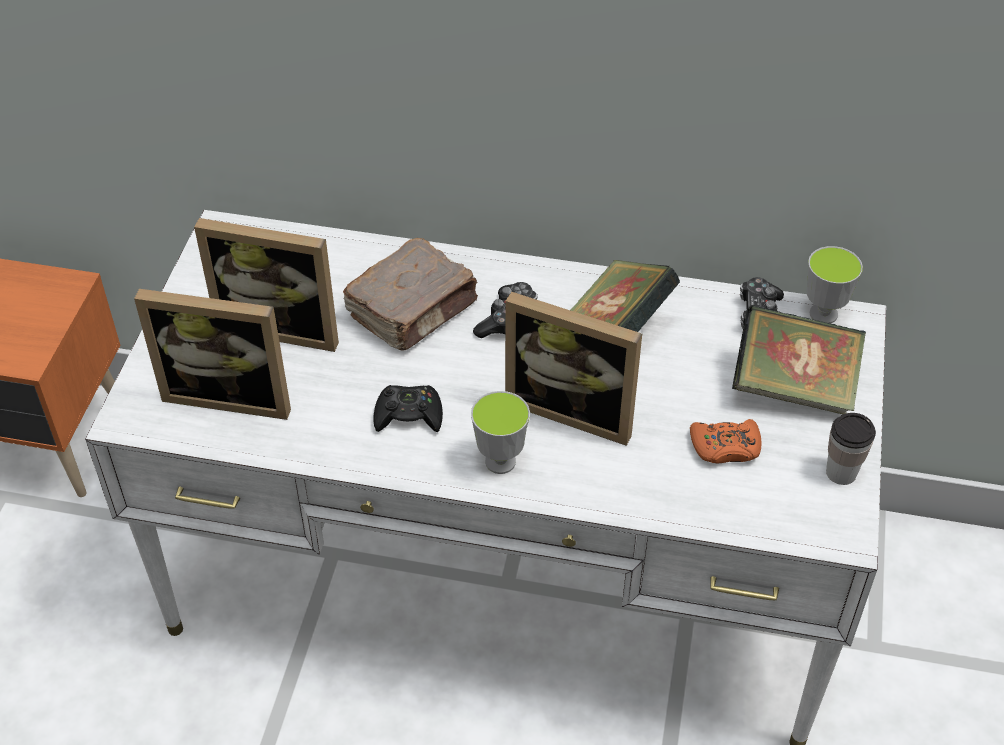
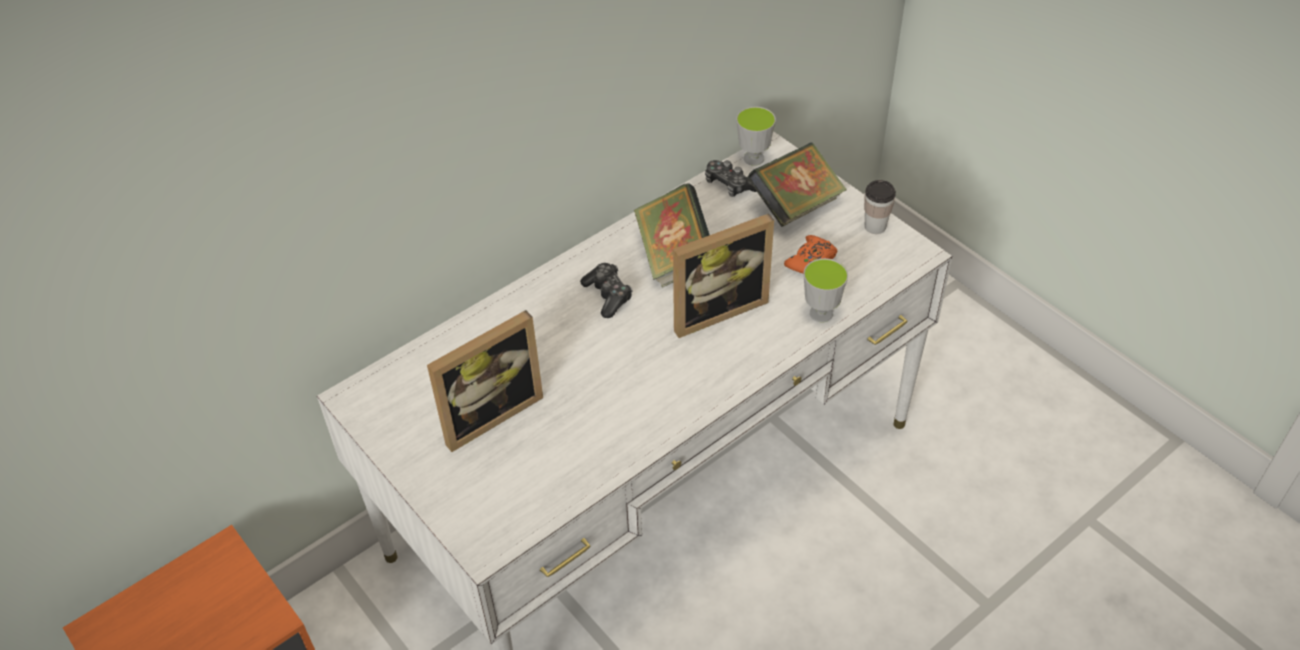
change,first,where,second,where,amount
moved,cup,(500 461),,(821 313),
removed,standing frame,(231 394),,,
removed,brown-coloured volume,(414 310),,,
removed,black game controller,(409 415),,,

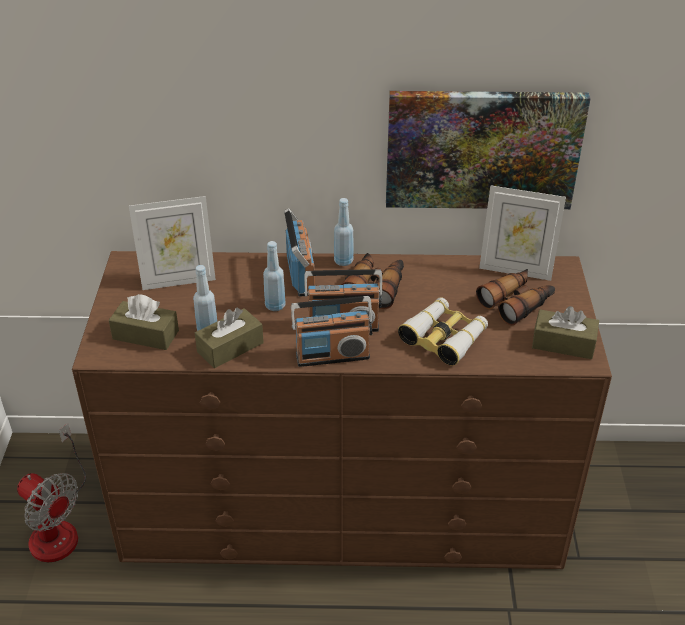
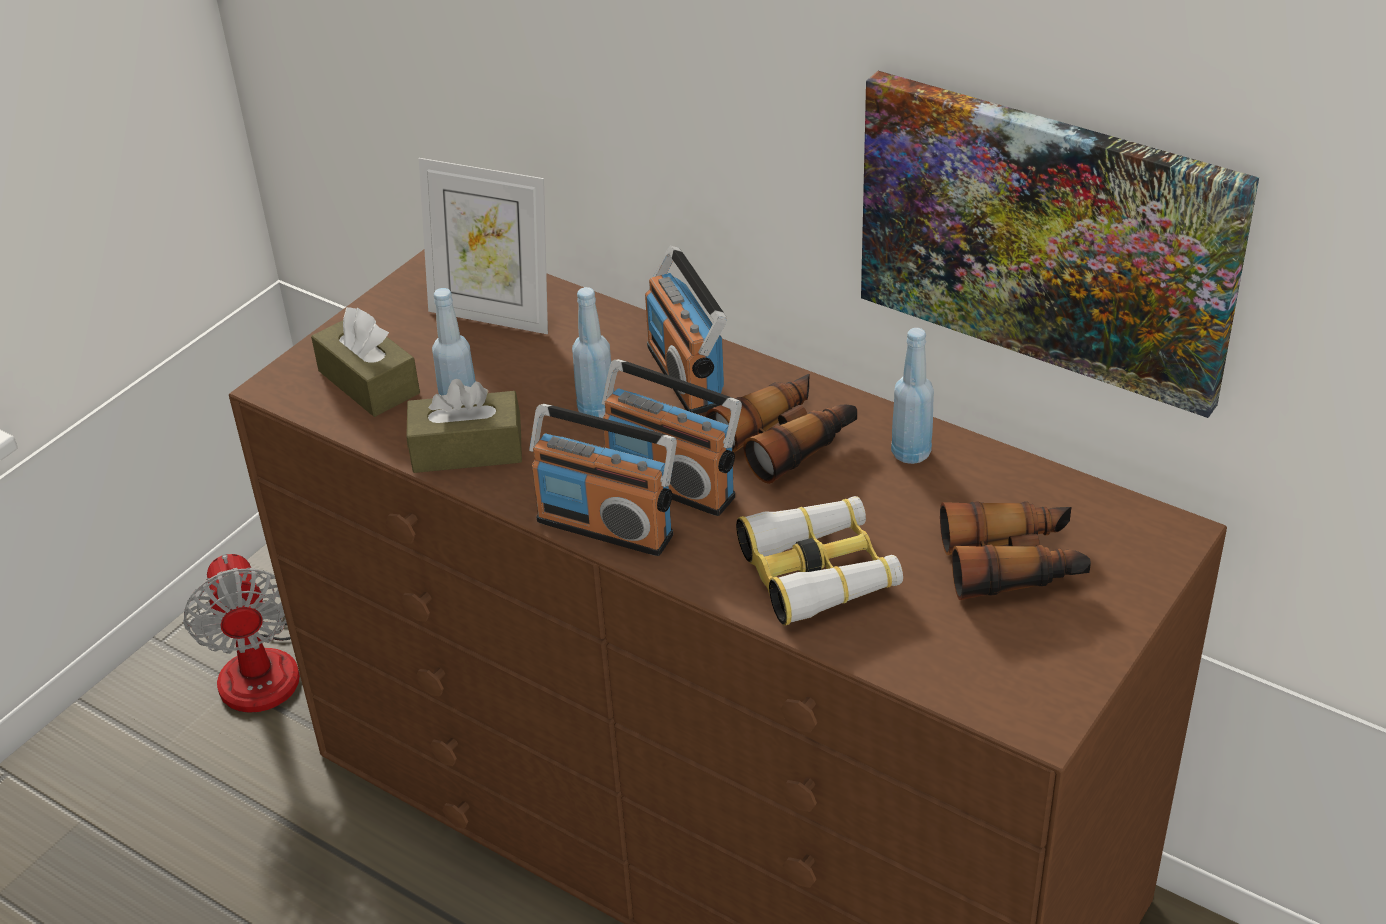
change,first,where,second,where,amount
turned,radio,(301 275),,(685 376),135 degrees clockwise
moved,blue drink bottle,(343 261),,(911 453),
removed,standing frame,(516 270),,,
removed,brown-coloured box of tissues,(563 343),,,

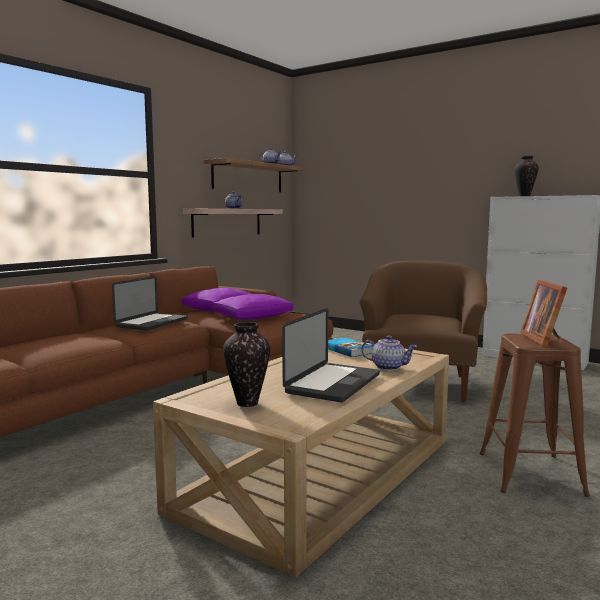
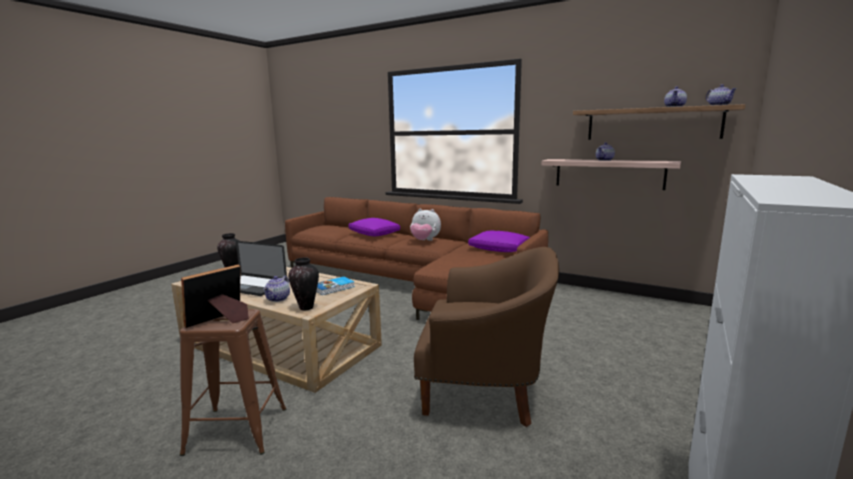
change,first,where,second,where,amount
turned,standing frame,(544 339),,(220 321),45 degrees counterclockwise
moved,decorative vase,(524 196),,(306 308),
moved,purple throw pillow,(253 317),,(374 234),
replaced,portable computer,(152 323),soft toy,(425 241),

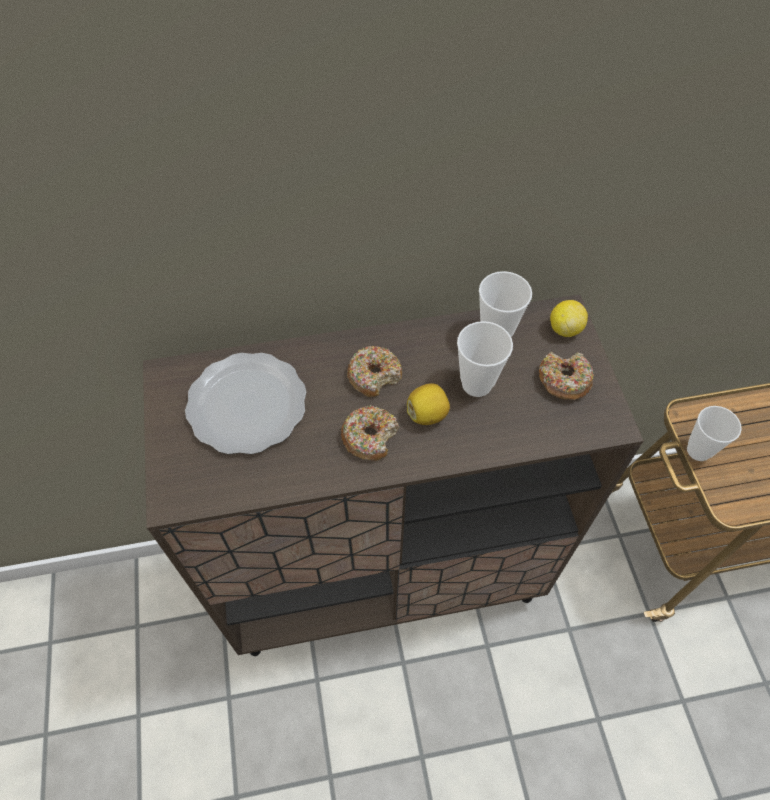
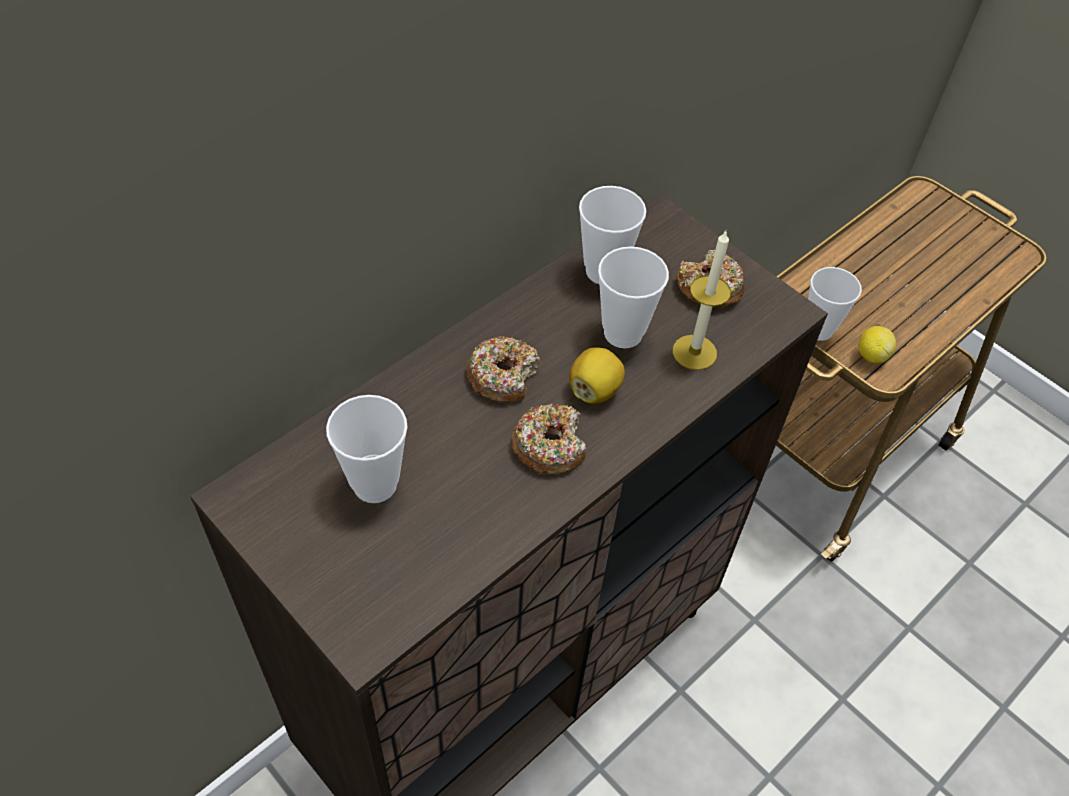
change,first,where,second,where,amount
replaced,plate,(246 407),cup,(375 484),
added,,,candle,(694 352),
moved,lemon,(564 329),,(871 355),

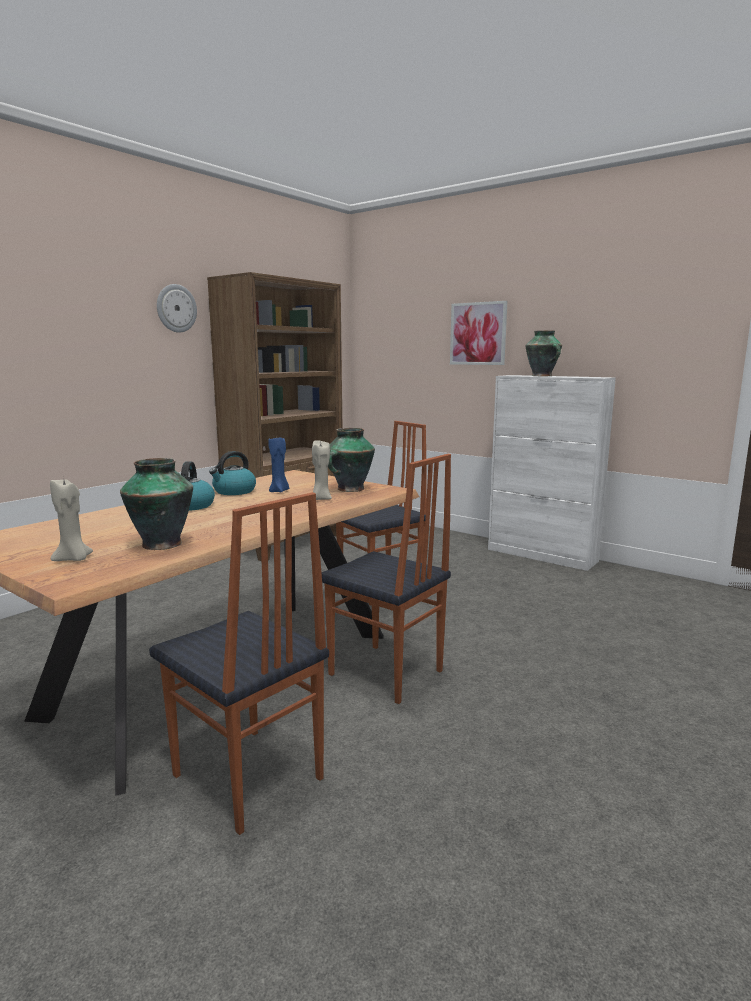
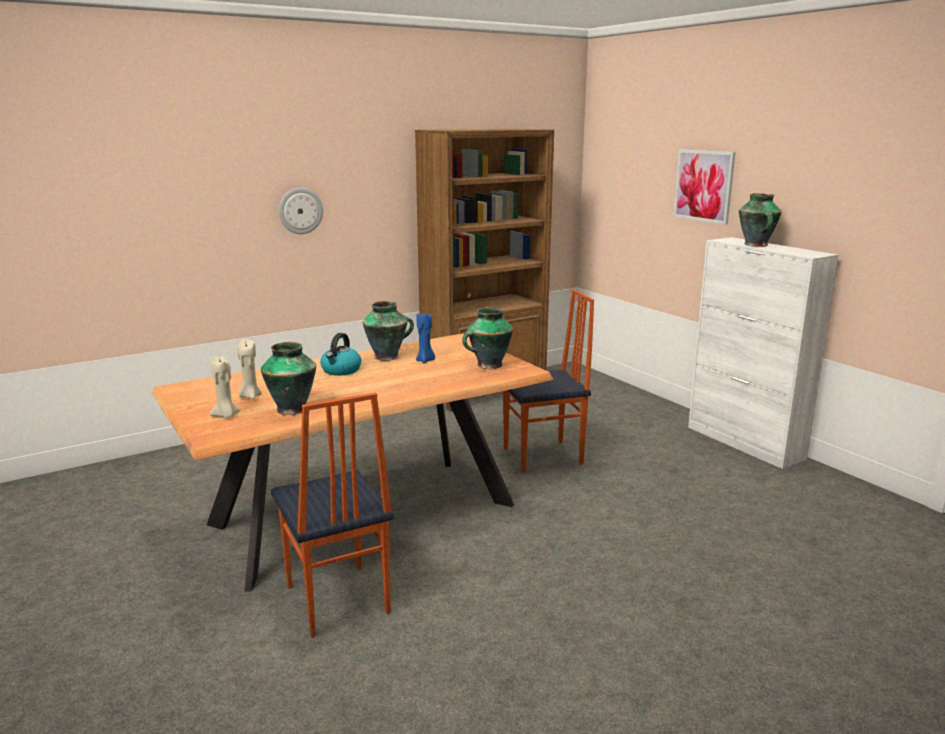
change,first,where,second,where,amount
moved,beige-coloured candle,(321 499),,(250 396),
moved,clock on the wall,(176 308),,(300 210),
replaced,kettle,(234 491),decorative vase,(387 357),
removed,upright chair,(385 674),,,

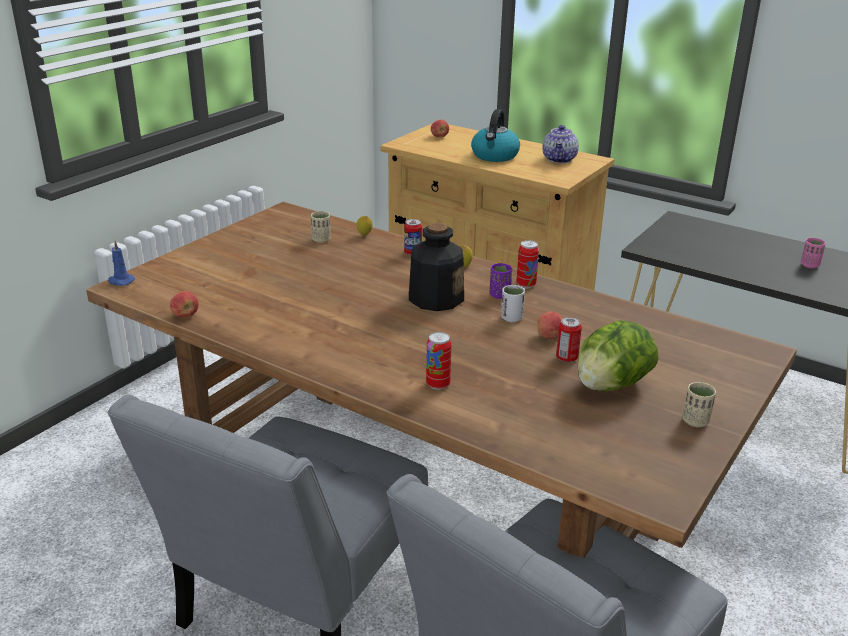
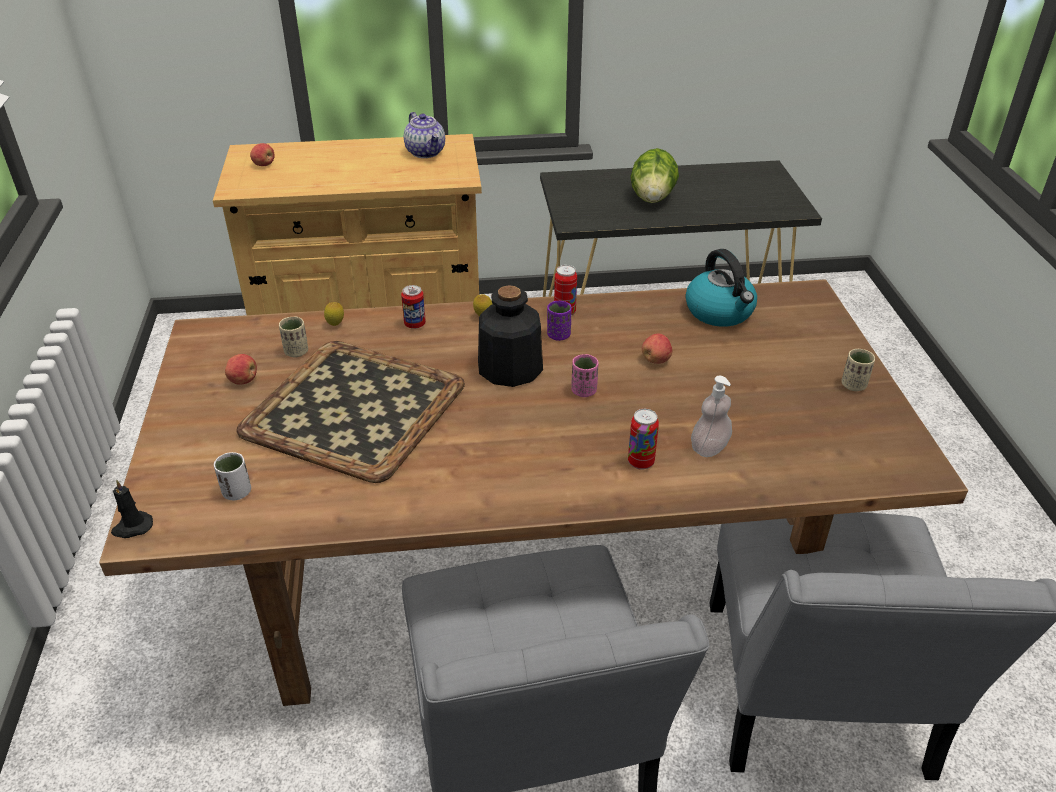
change,first,where,second,where,amount
recoloured,blue candle,(120 281),black candle,(132 527),
moved,white-coloured cup,(511 318),,(237 492),
moved,whole apple,(185 315),,(243 380),
added,,,tray,(354 407),
moved,pink cup,(809 265),,(584 391),
moved,lettuce,(611 385),,(652 198),
moved,kettle,(495 156),,(720 312),
added,,,liquid soap bottle,(709 448),
removed,sealed can,(566 358),,,

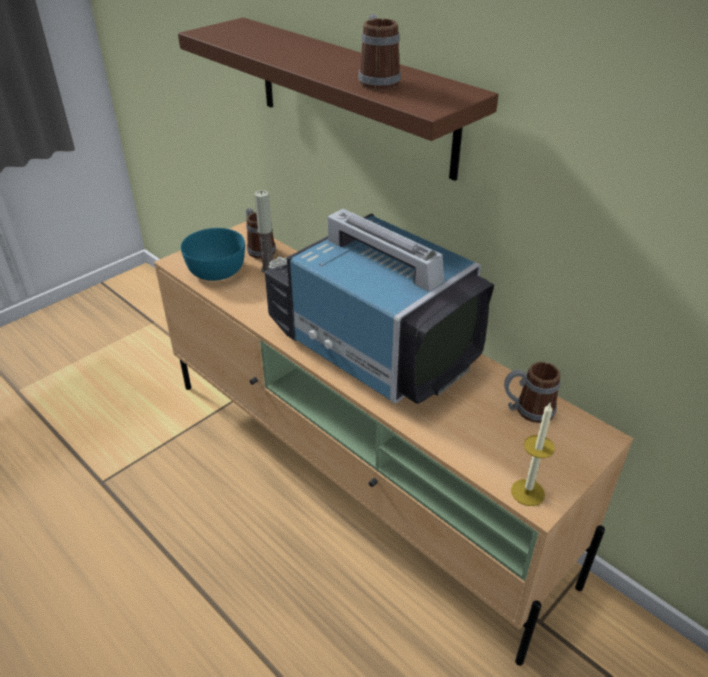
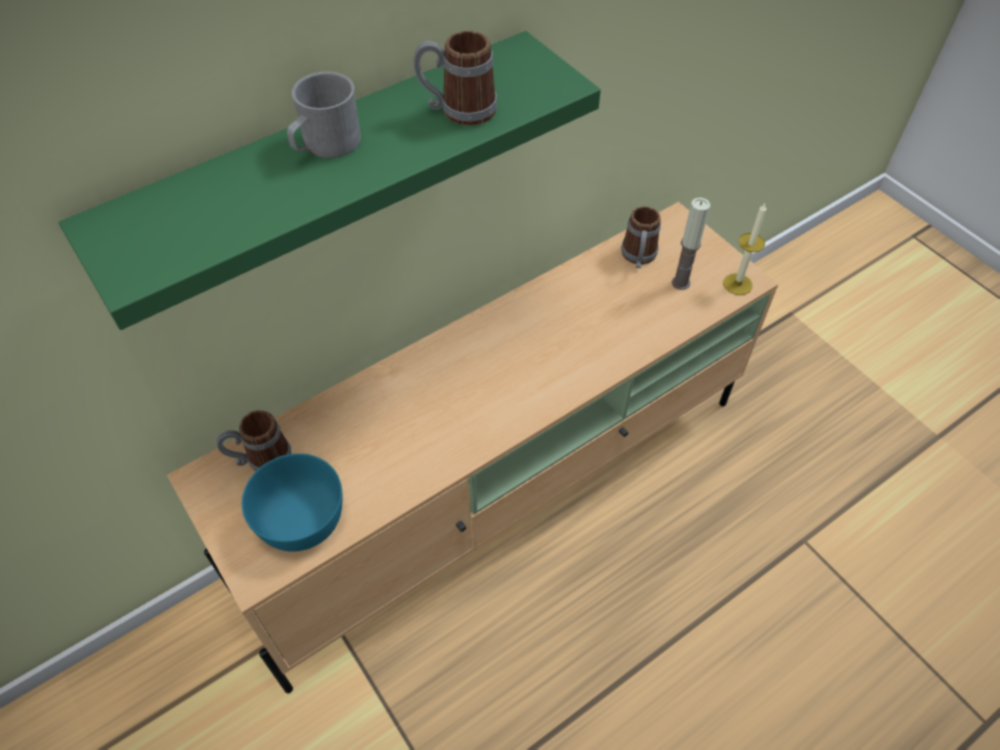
change,first,where,second,where,amount
recoloured,brown-coloured bracket shelf,(353 96),green-coloured bracket shelf,(327 169),
added,,,gray mug,(325 145),
moved,candle,(268 269),,(680 283),
removed,TV set,(371 345),,,

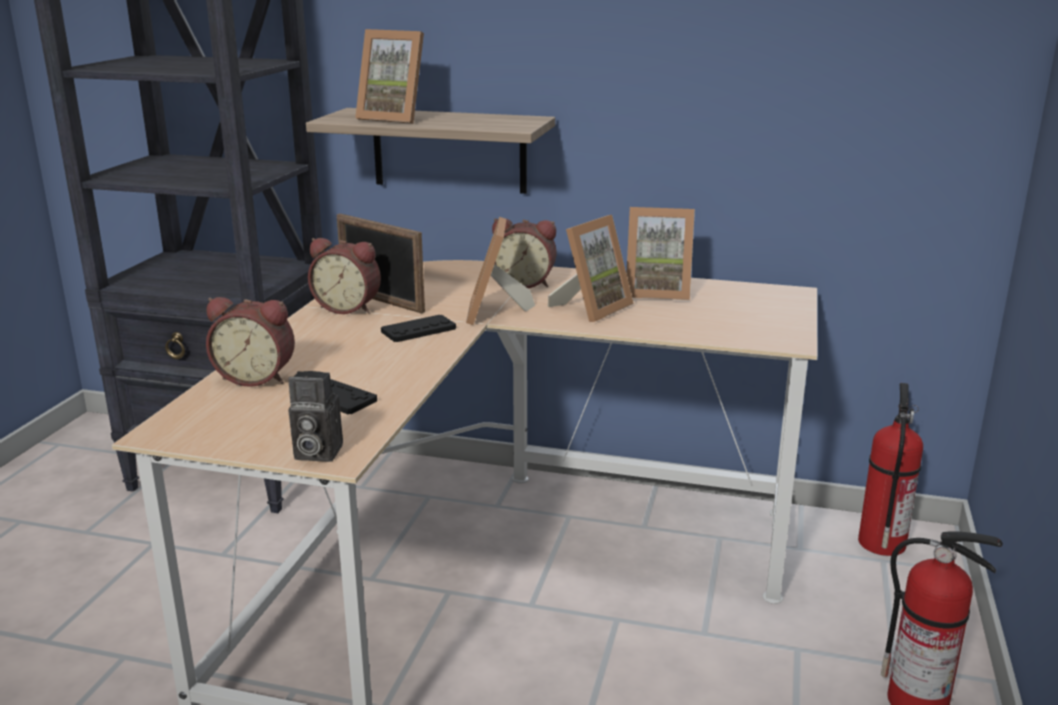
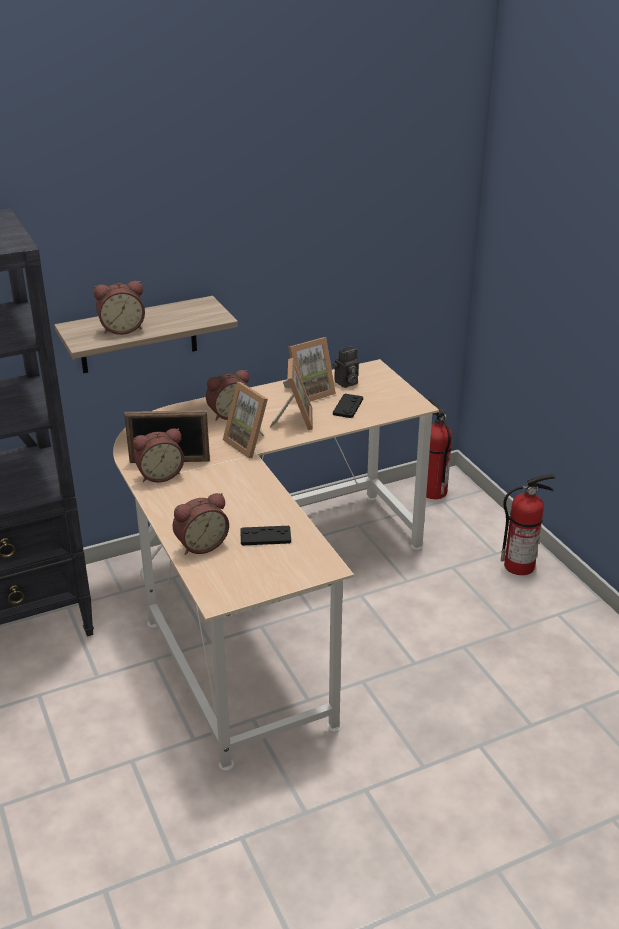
change,first,where,second,where,amount
replaced,standing frame,(395 118),bedside clock,(122 329),
moved,photo camera,(315 453),,(346 383),
moved,black game controller,(418 330),,(348 407),

